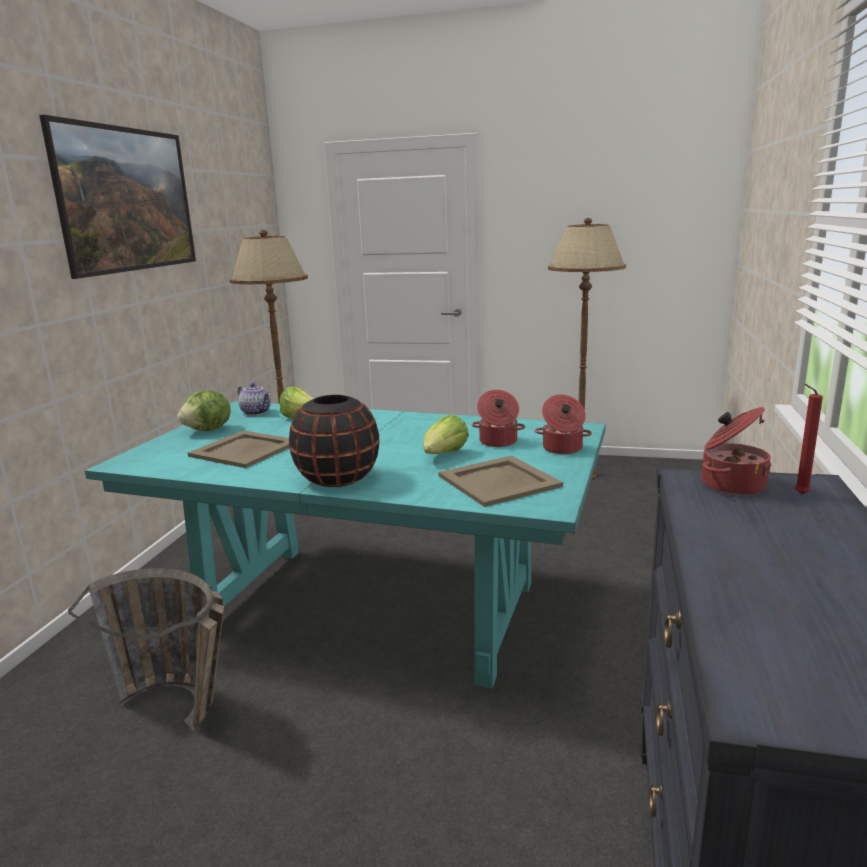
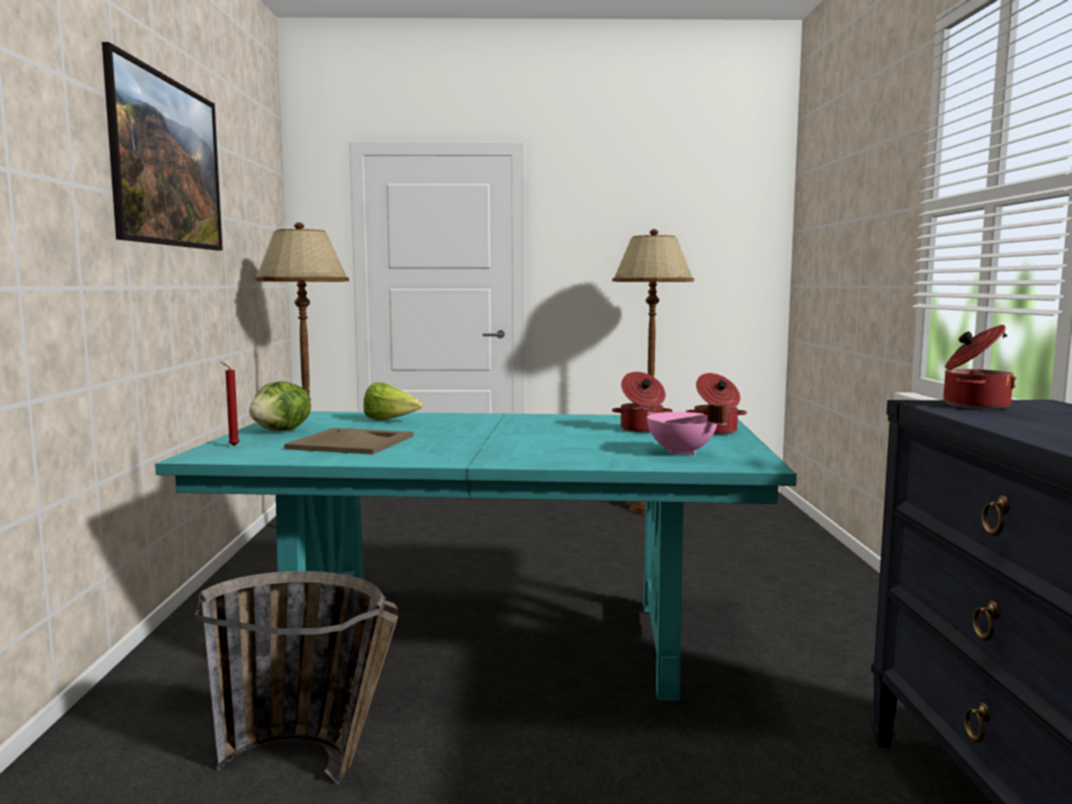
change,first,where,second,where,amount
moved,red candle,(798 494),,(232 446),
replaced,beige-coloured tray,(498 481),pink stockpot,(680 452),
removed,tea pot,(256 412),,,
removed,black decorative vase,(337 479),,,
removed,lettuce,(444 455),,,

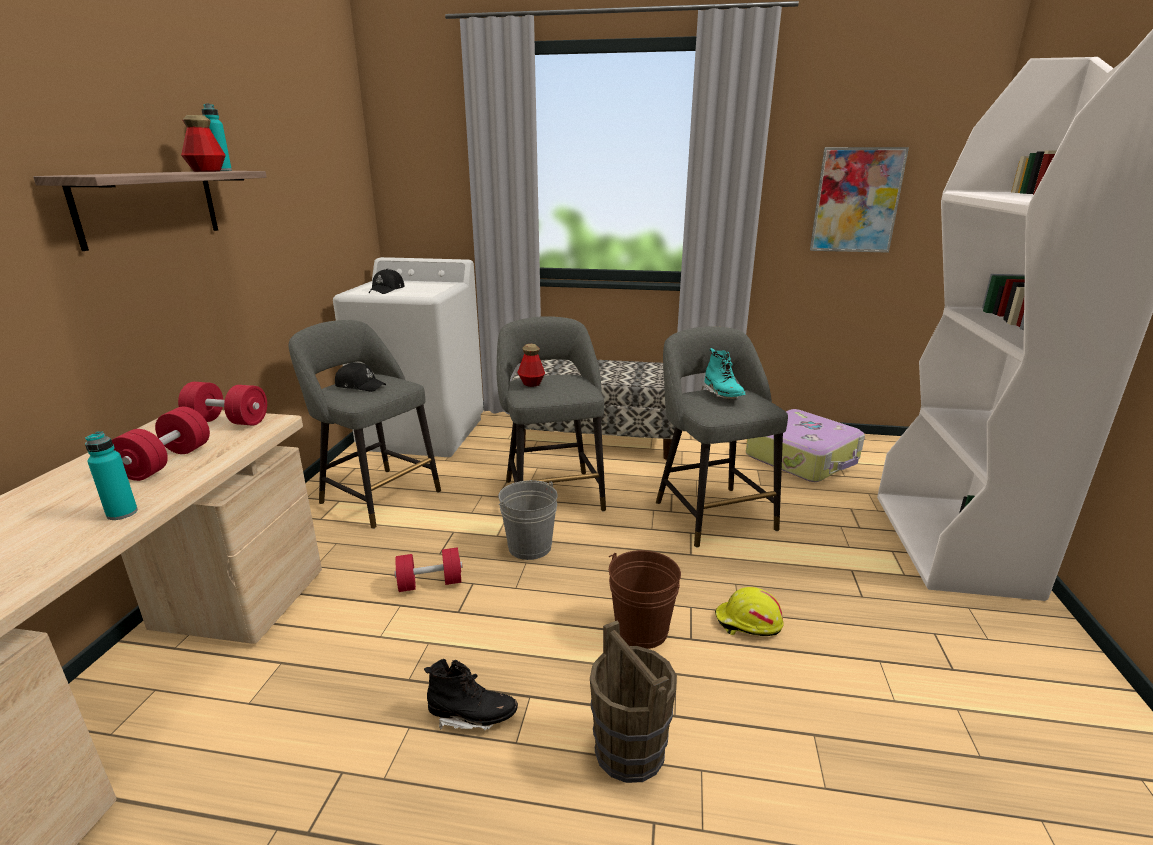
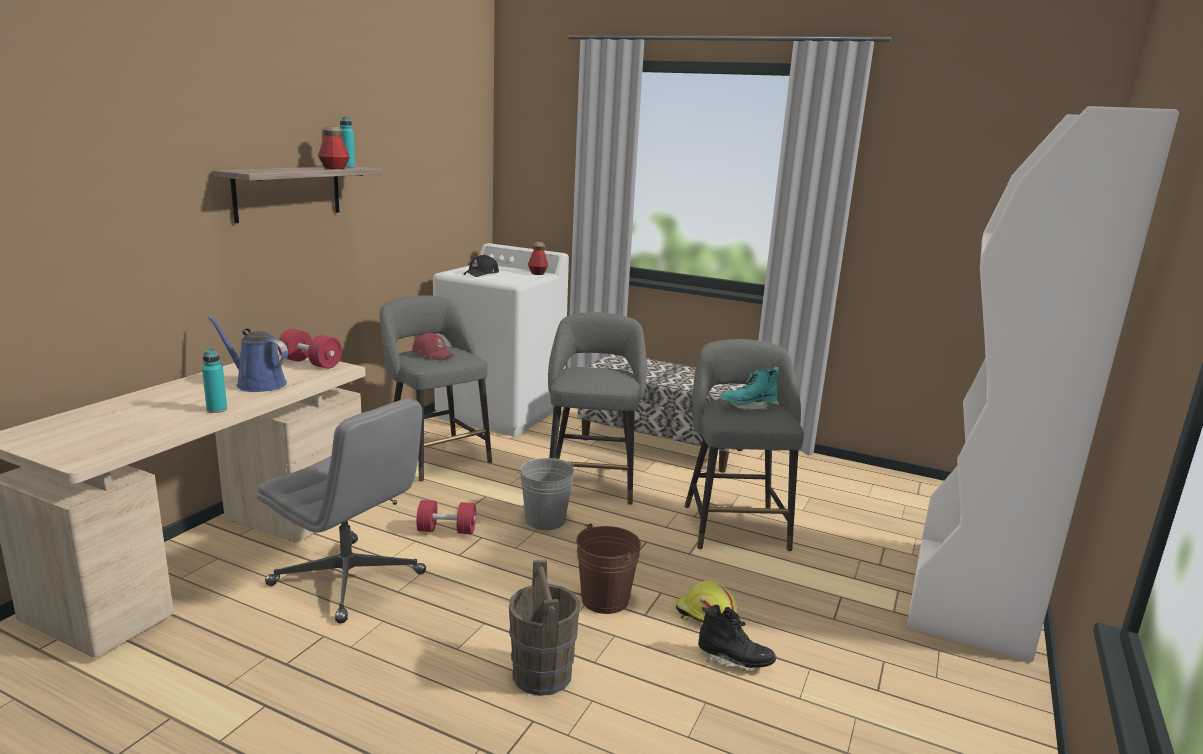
change,first,where,second,where,amount
replaced,red dumbbell,(167 462),blue sprinkling can,(257 384),
added,,,gray office chair,(349 580),
recoloured,black cap,(360 385),red cap,(432 354),
moved,drink bottle,(531 383),,(537 273),
moved,black boot,(472 716),,(734 660),
turned,blue-green boot,(722 395),,(748 407),75 degrees clockwise
removed,travel case,(803 458),,,
removed,wall art,(856 200),,,

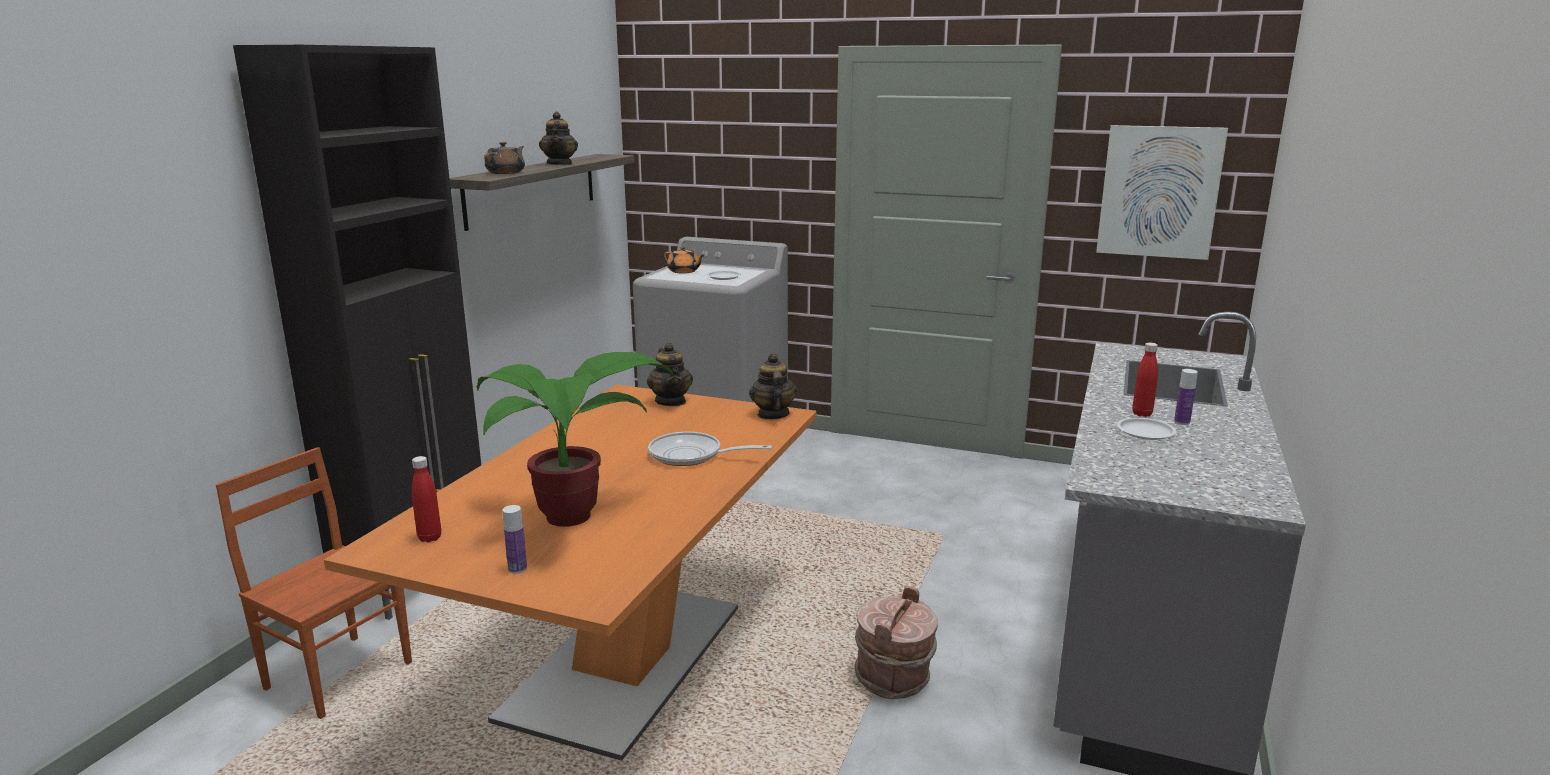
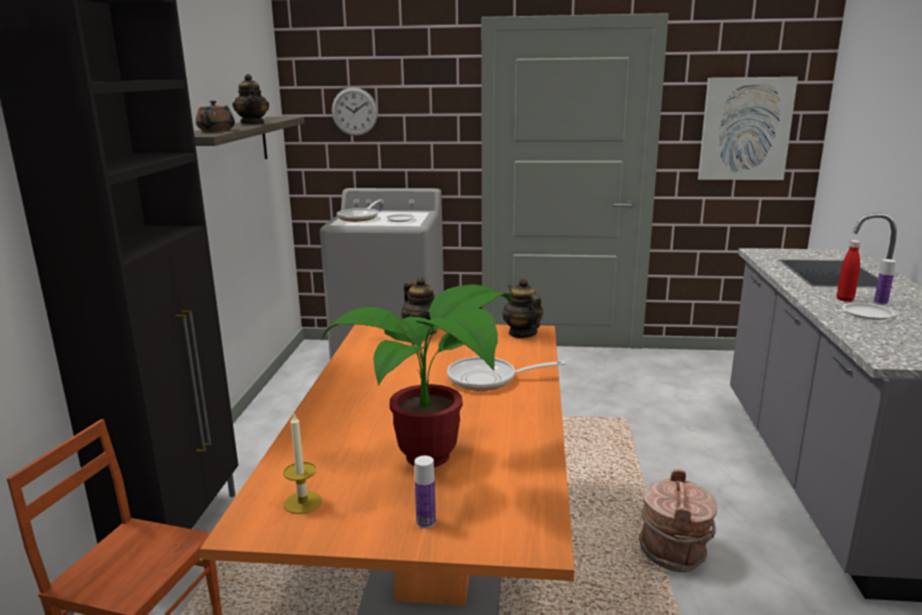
change,first,where,second,where,amount
replaced,red drink bottle,(430 538),candle,(303 502),
added,,,clock on the wall,(354 111),
replaced,orange tea pot,(684 271),frying pan,(360 217),

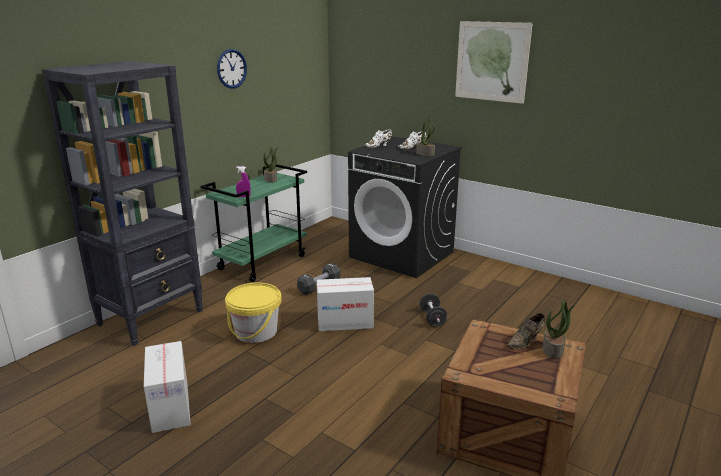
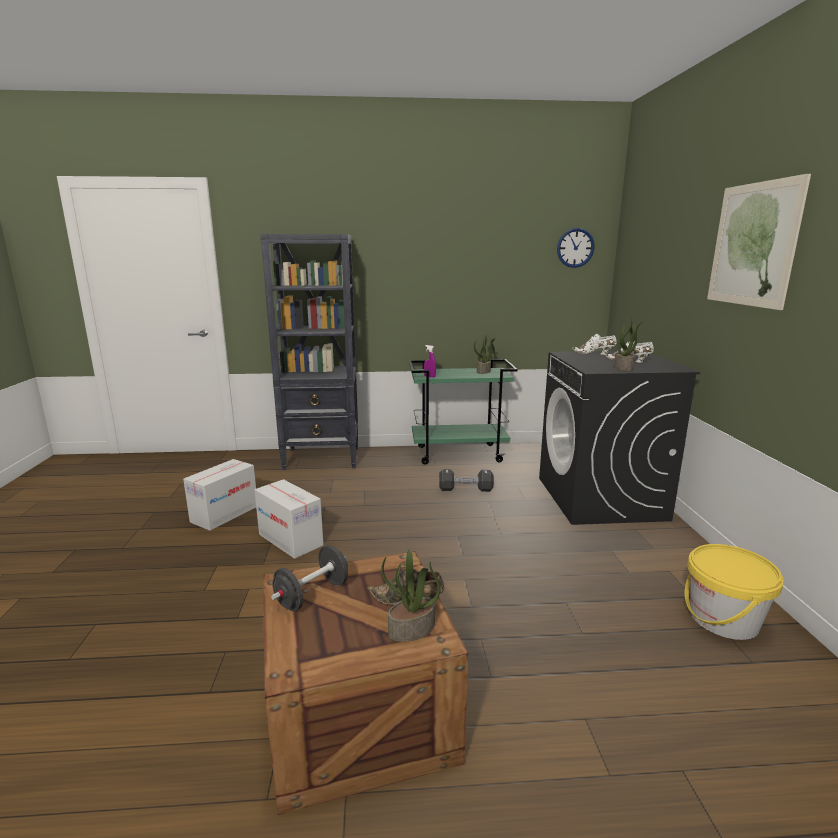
change,first,where,second,where,amount
moved,cardboard box,(345 322),,(291 540),
moved,black dumbbell,(432 318),,(312 594),
moved,clock on the wall,(231 68),,(575 248),
moved,yellowish pail,(256 332),,(723 619),

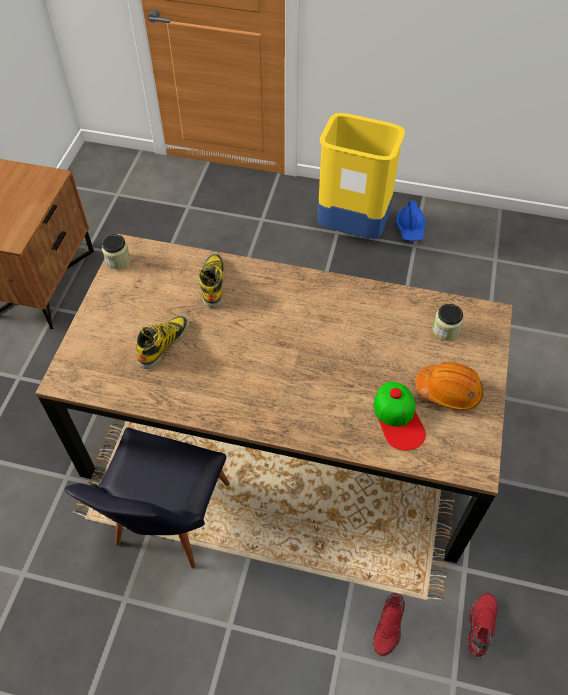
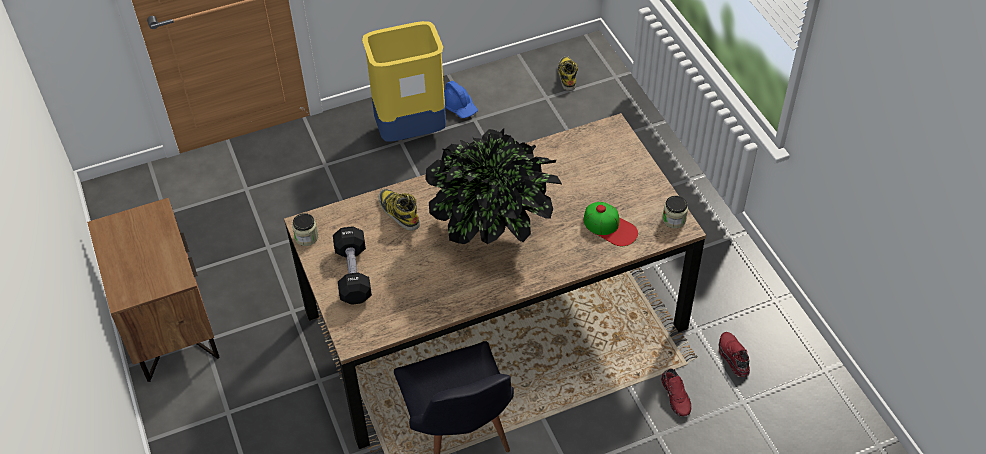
change,first,where,second,where,amount
added,,,black dumbbell,(353 274),
added,,,potted plant,(495 226),
moved,boot,(164 343),,(567 75),
moved,jar,(445 330),,(674 220),
removed,orange safety helmet,(449 391),,,

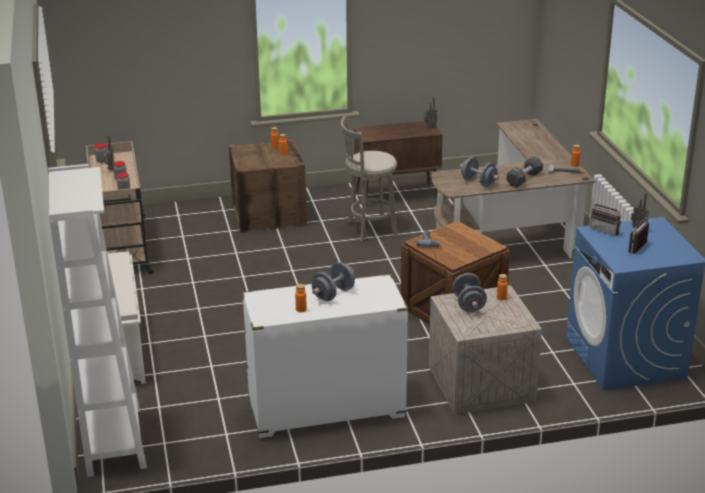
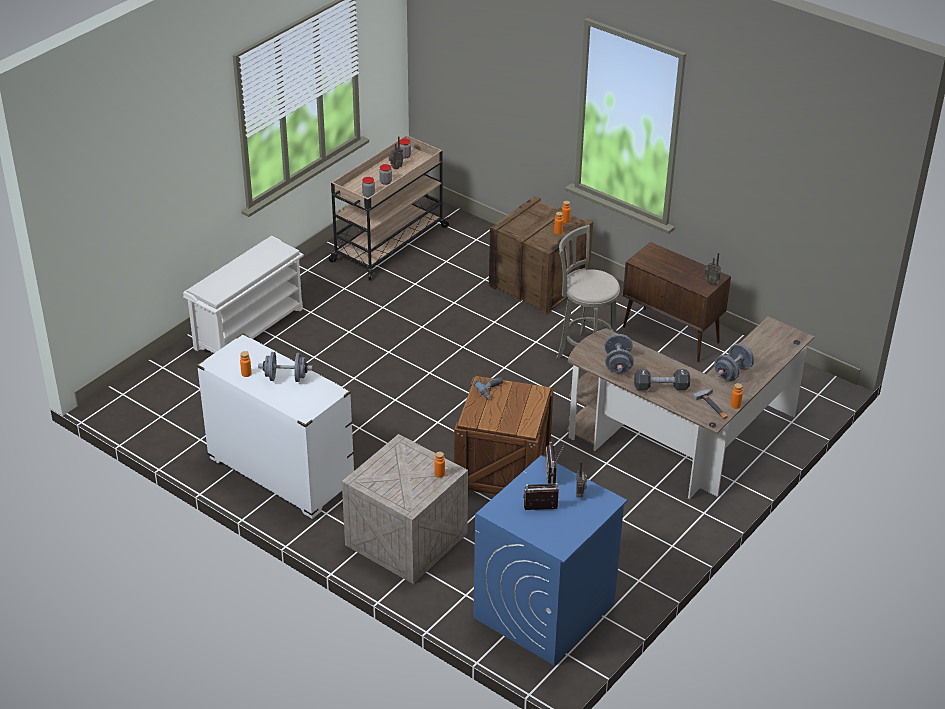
change,first,where,second,where,amount
moved,gray dumbbell,(468 304),,(732 373),
removed,white-coloured bookcase,(114 442),,,

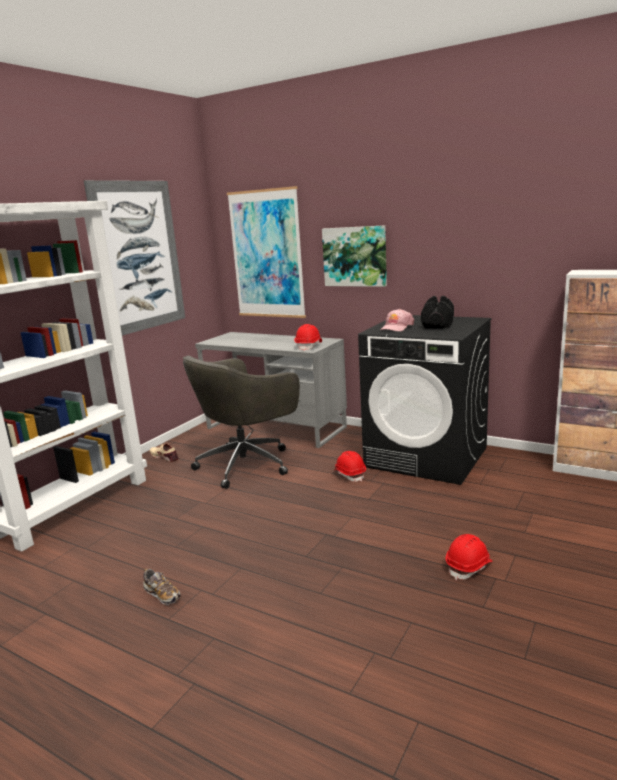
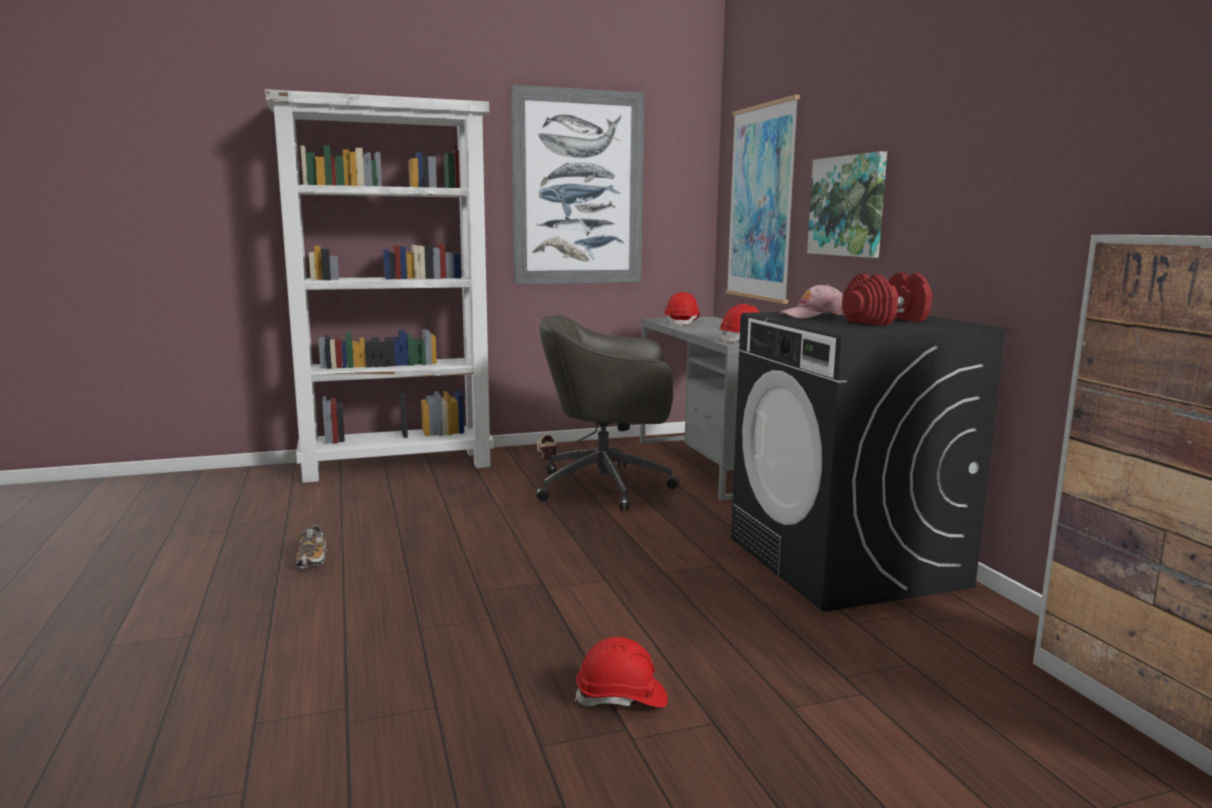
change,first,where,second,where,amount
moved,red safety helmet,(349 474),,(682 323),
recoloured,black dumbbell,(438 324),red dumbbell,(886 321),

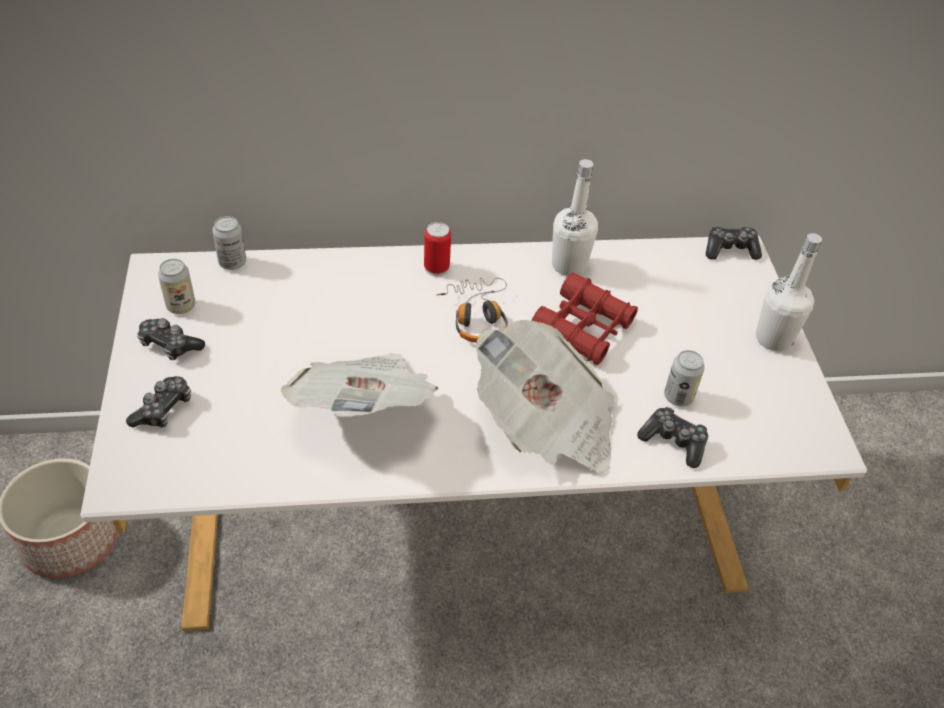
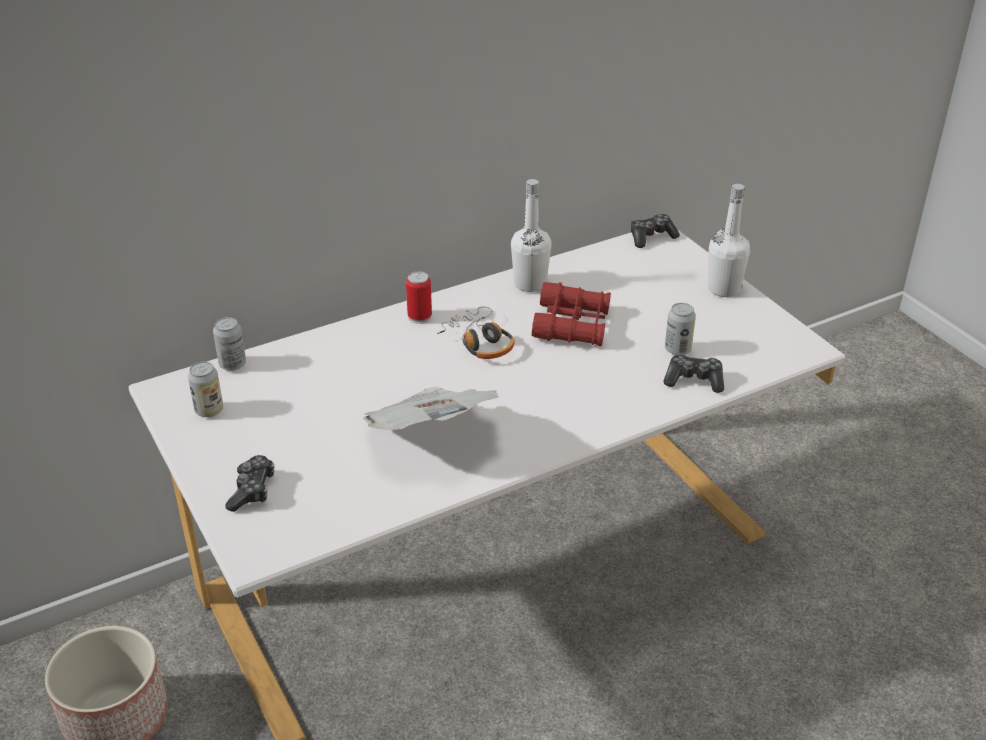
change,first,where,second,where,amount
removed,game controller,(170 345),,,
removed,printed paper,(545 424),,,

